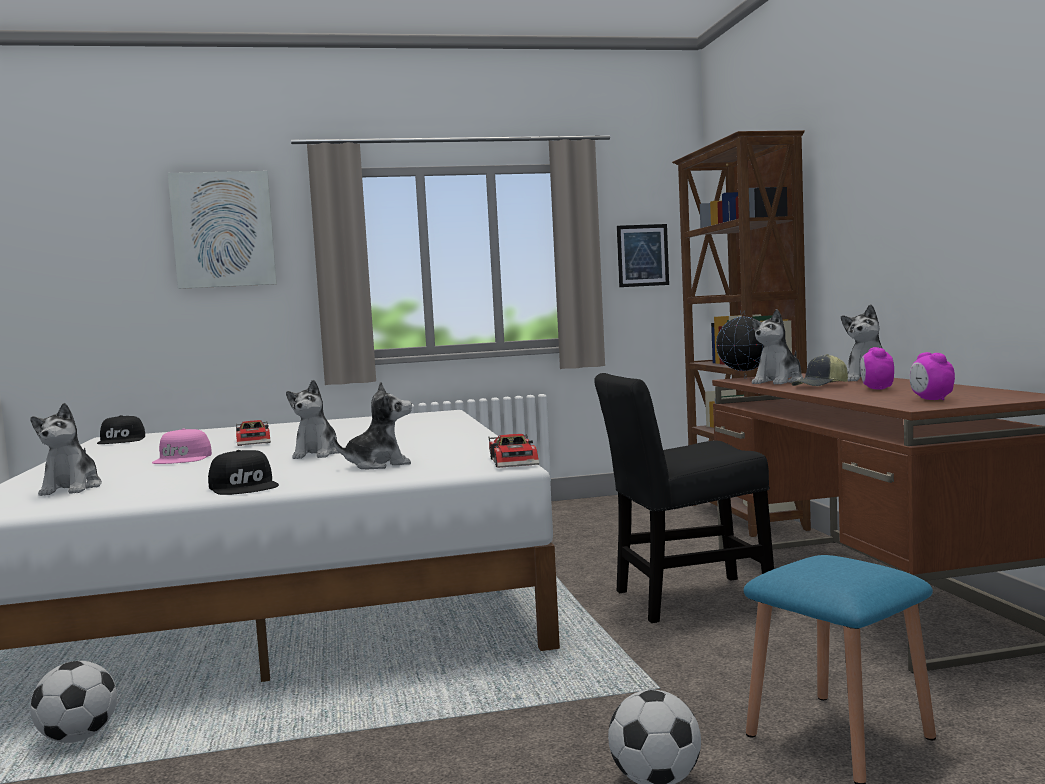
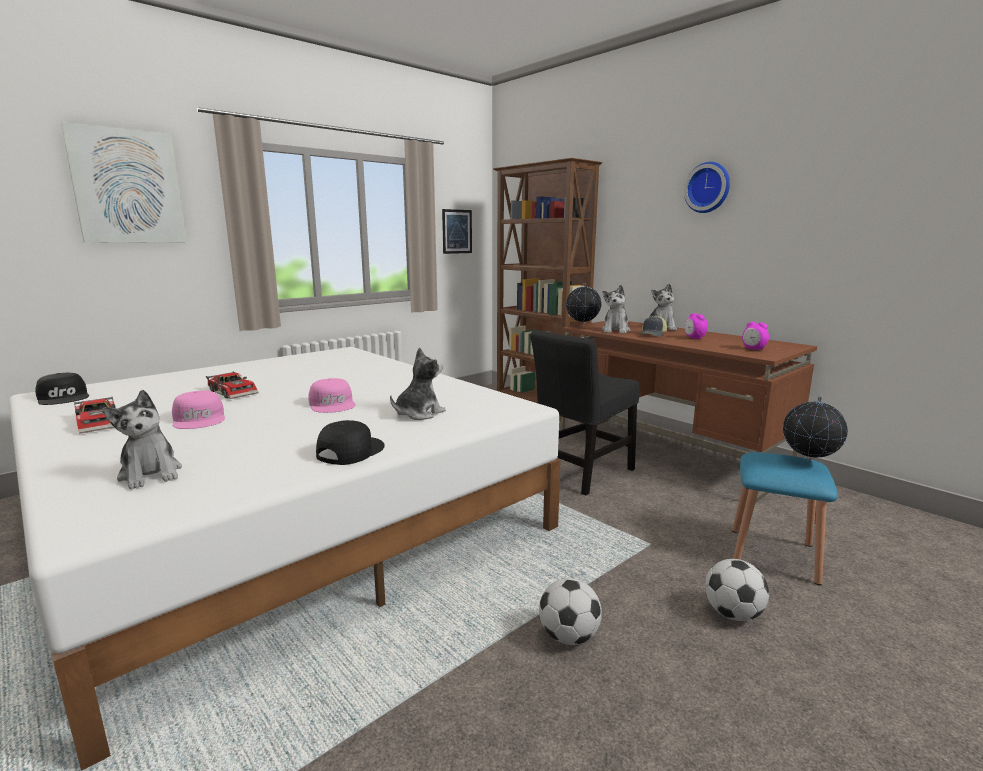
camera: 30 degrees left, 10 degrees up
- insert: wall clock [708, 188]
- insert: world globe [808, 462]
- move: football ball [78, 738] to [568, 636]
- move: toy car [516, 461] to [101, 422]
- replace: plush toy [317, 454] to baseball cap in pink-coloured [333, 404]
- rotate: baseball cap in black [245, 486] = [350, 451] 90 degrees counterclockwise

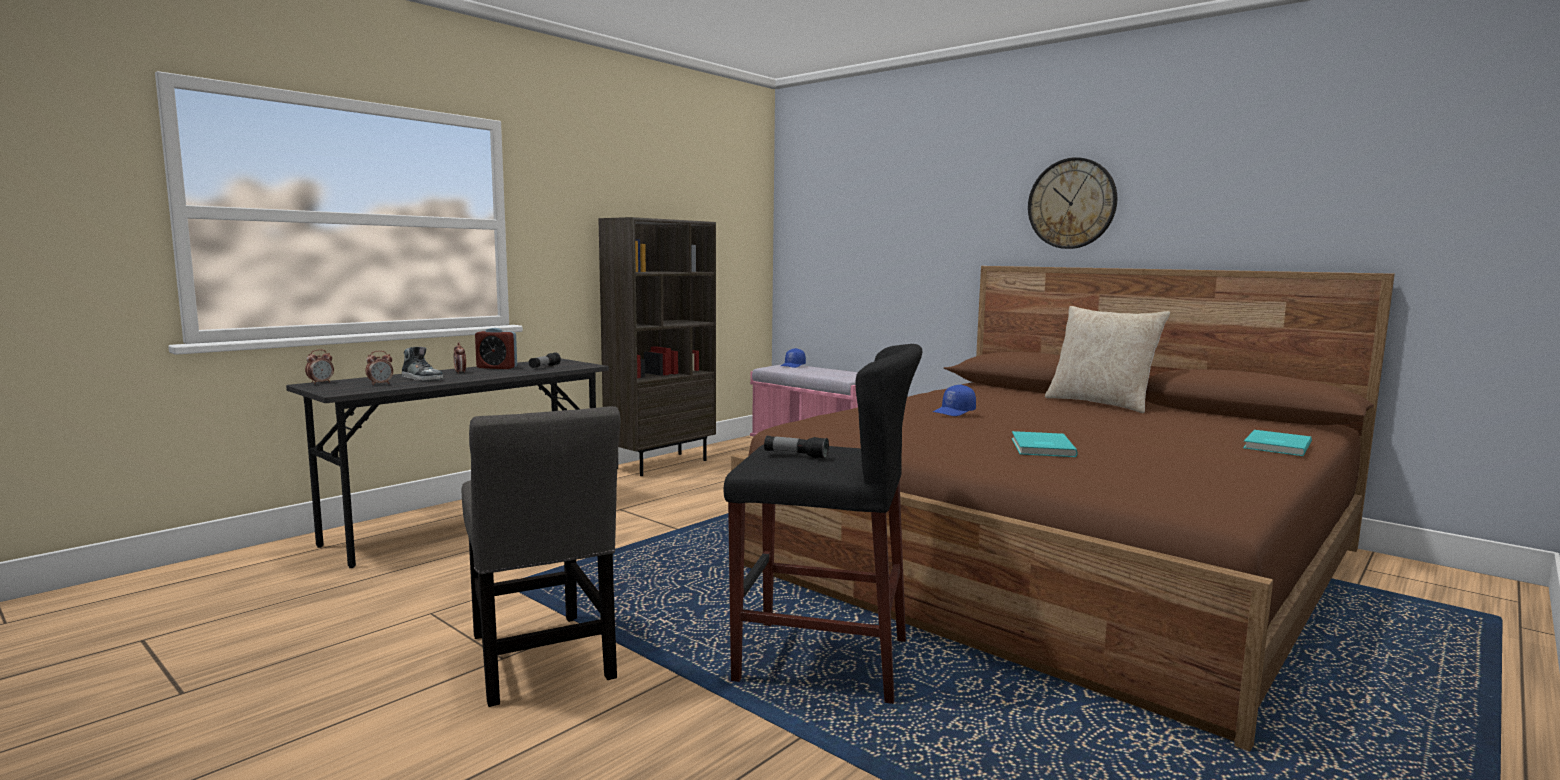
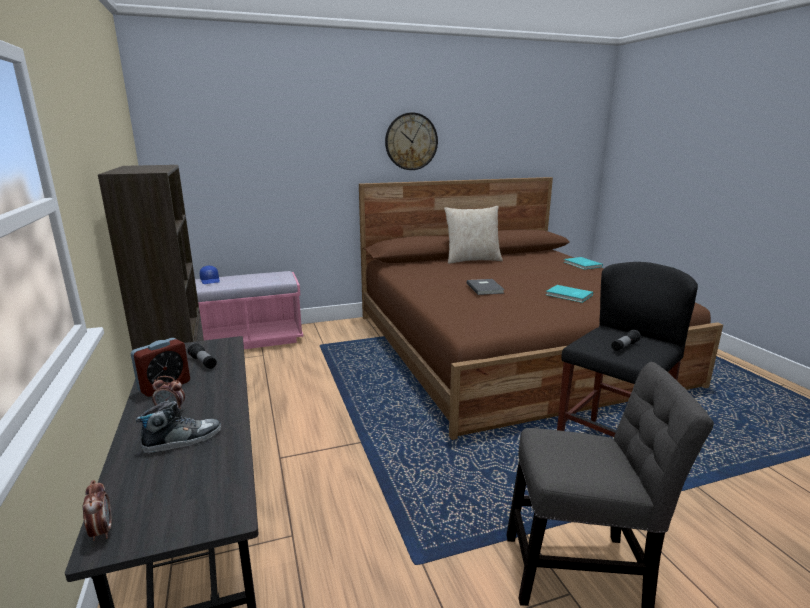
camera: 60 degrees left, 10 degrees up
- delete: bedside clock [380, 384]
- replace: baseball cap in blue-coloured [954, 412] to bound book in greyish [485, 288]

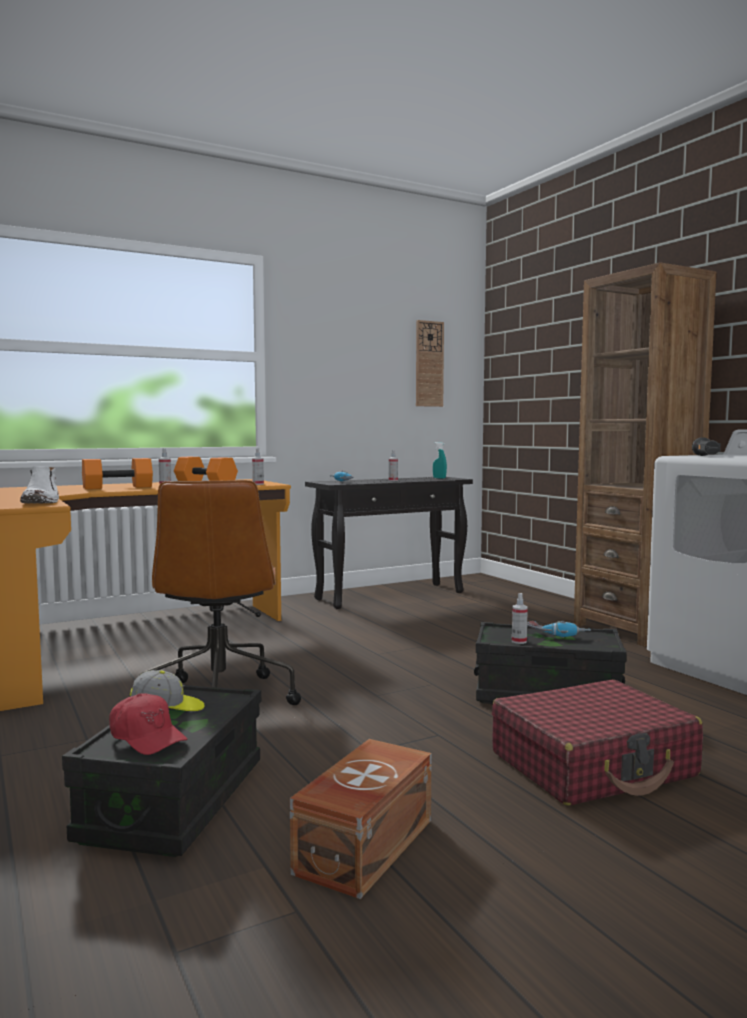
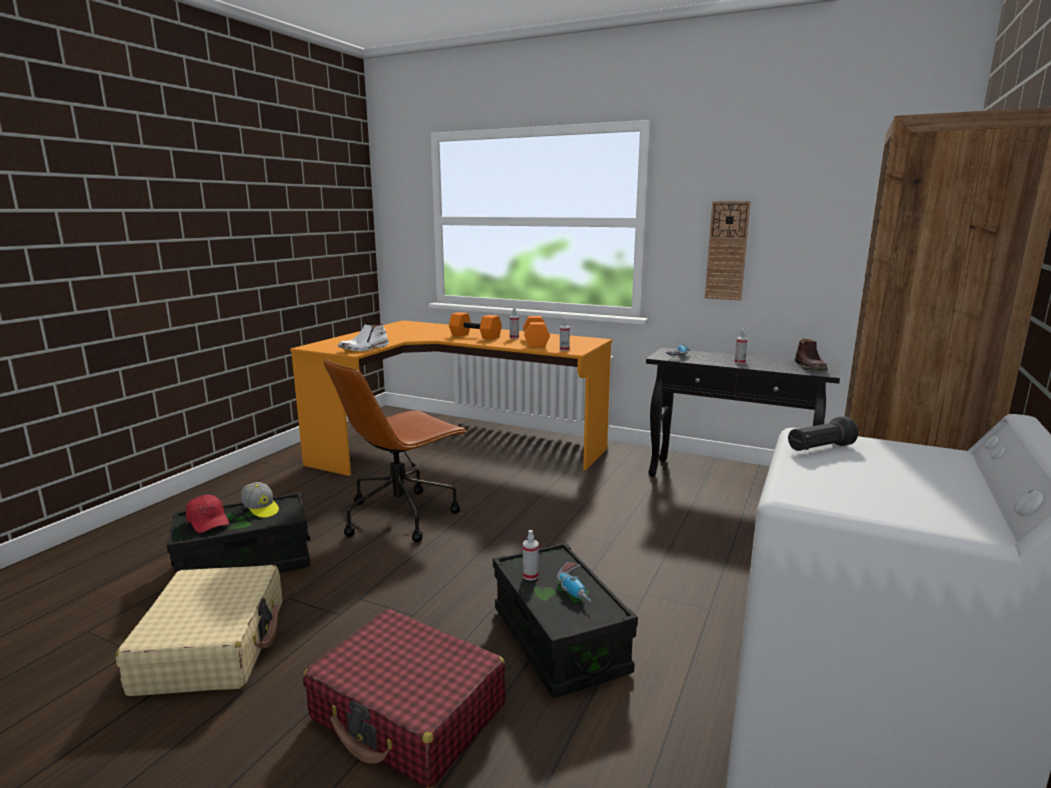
camera: 55 degrees right, 10 degrees up
- move: wall clock [429, 364] to [727, 251]
- replace: storage bin in brown-coloured [362, 846] to suitcase in sand-coloured [213, 645]
- replace: spray bottle in turquoise-coloured [439, 478] to boot in brown-coloured [811, 367]
- rotate: baseball cap in red [147, 737] = [208, 521] 45 degrees counterclockwise

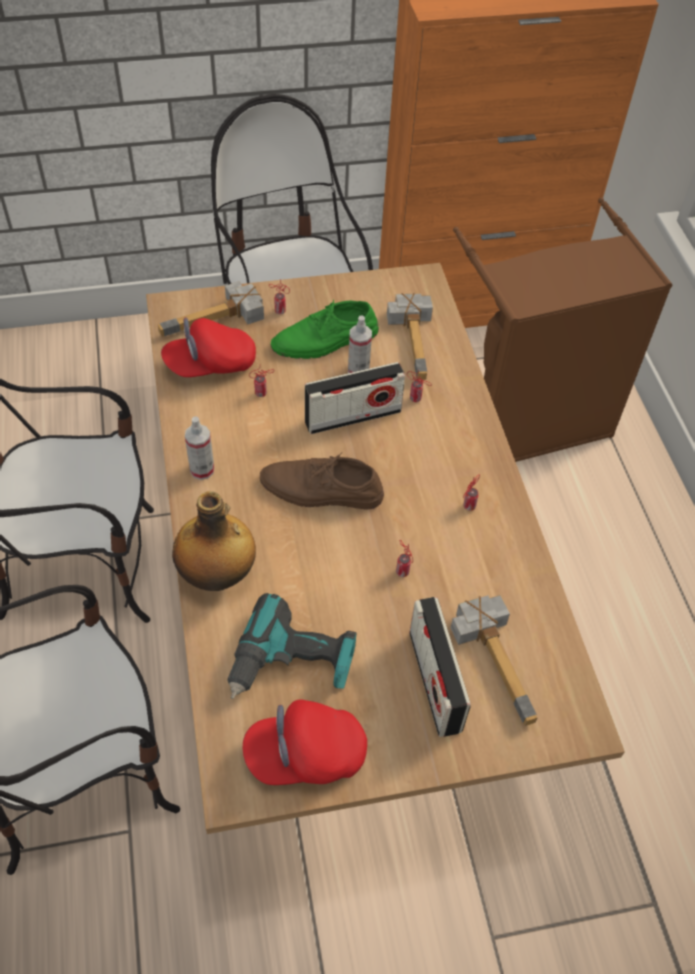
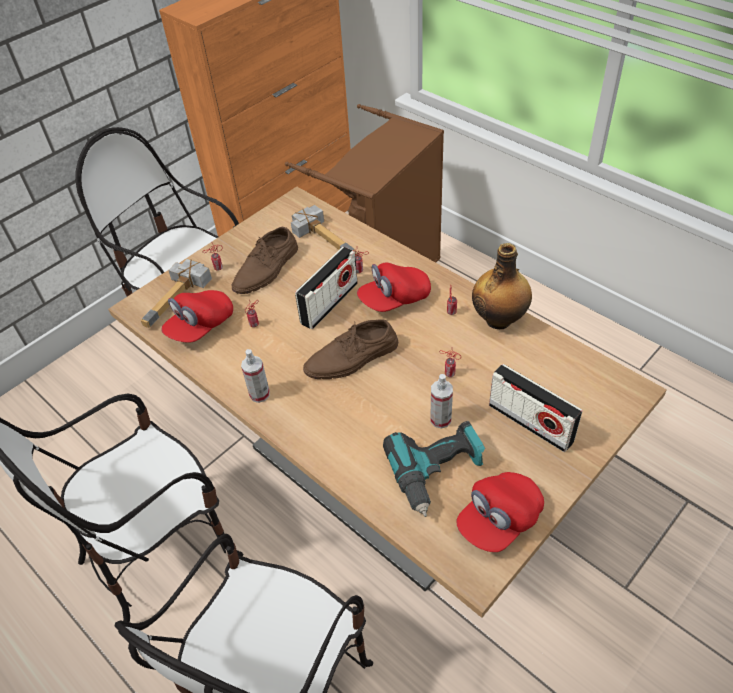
camera: 30 degrees left, 5 degrees down
- delete: tool hammer [503, 659]
- insert: baseball cap in red [394, 299]
- move: drink bottle [218, 576] to [499, 319]
- move: spray bottle [358, 370] to [440, 419]
- recolor: low shoe in green-coloured [325, 340] to low shoe in brown-coloured [267, 269]

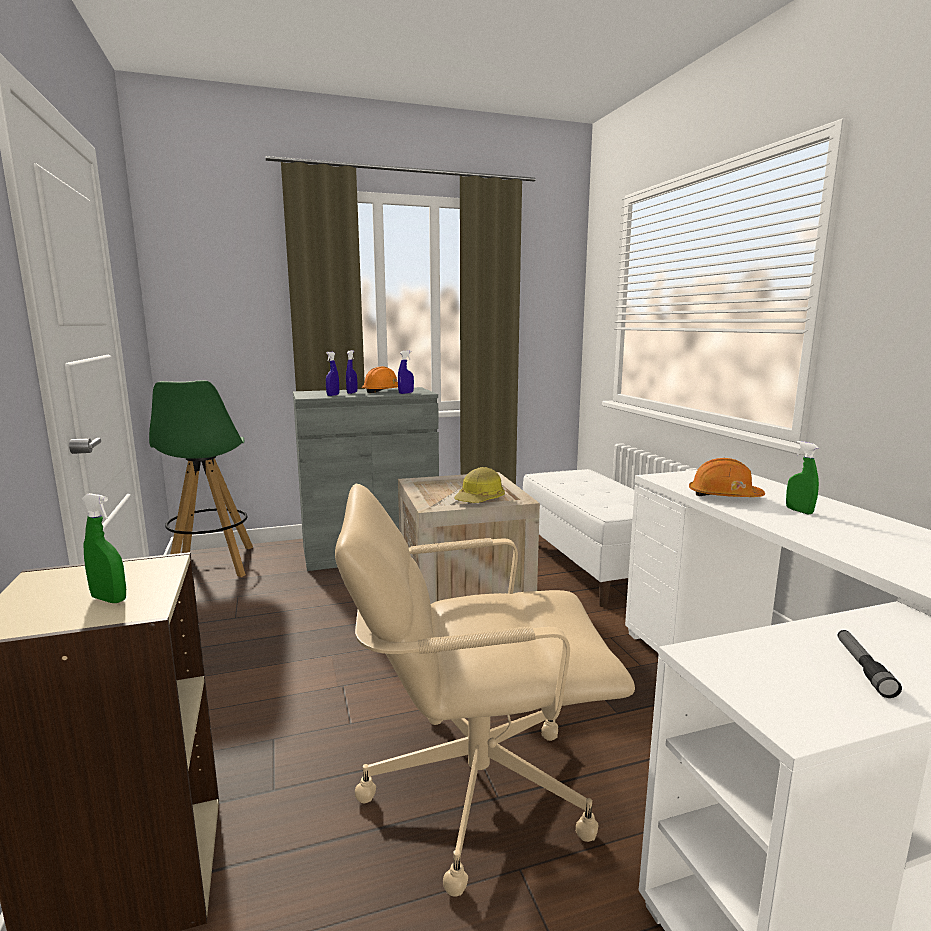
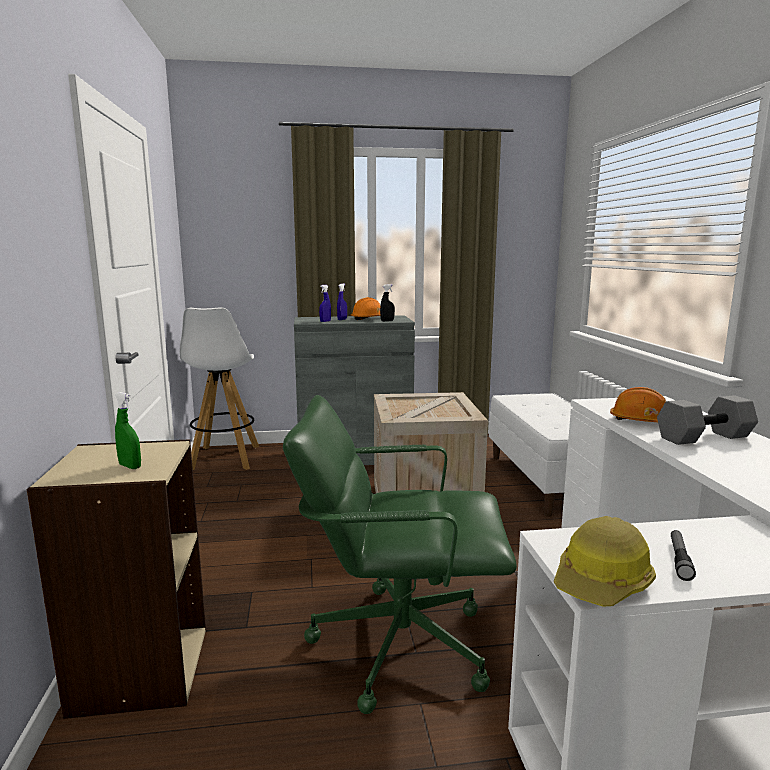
camera: 10 degrees right, 0 degrees up
- move: work helmet [480, 499] to [602, 582]
- replace: spray bottle in green-coloured [799, 511] to hand weight in greyish [704, 437]
- recolor: sitting stool in green-coloured [211, 564] to sitting stool in white [224, 458]
- recolor: computer chair in sand-coloured [474, 787] to computer chair in green-coloured [398, 643]
- recolor: spray bottle in blue-coloured [406, 393] to spray bottle in black [387, 321]

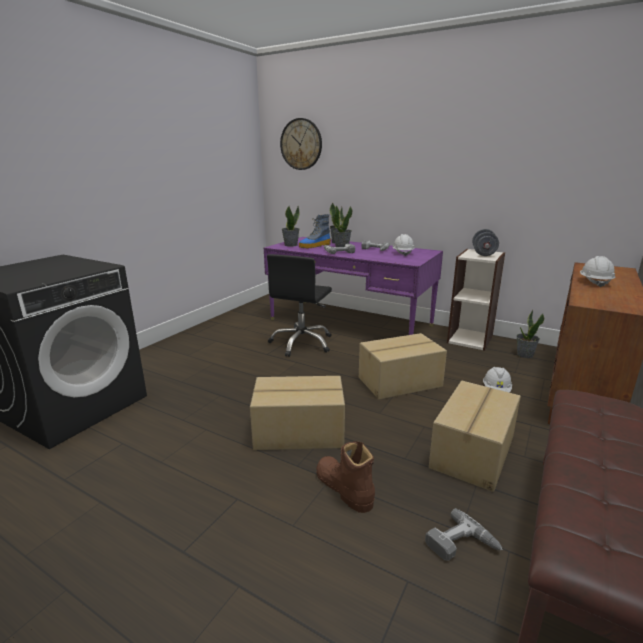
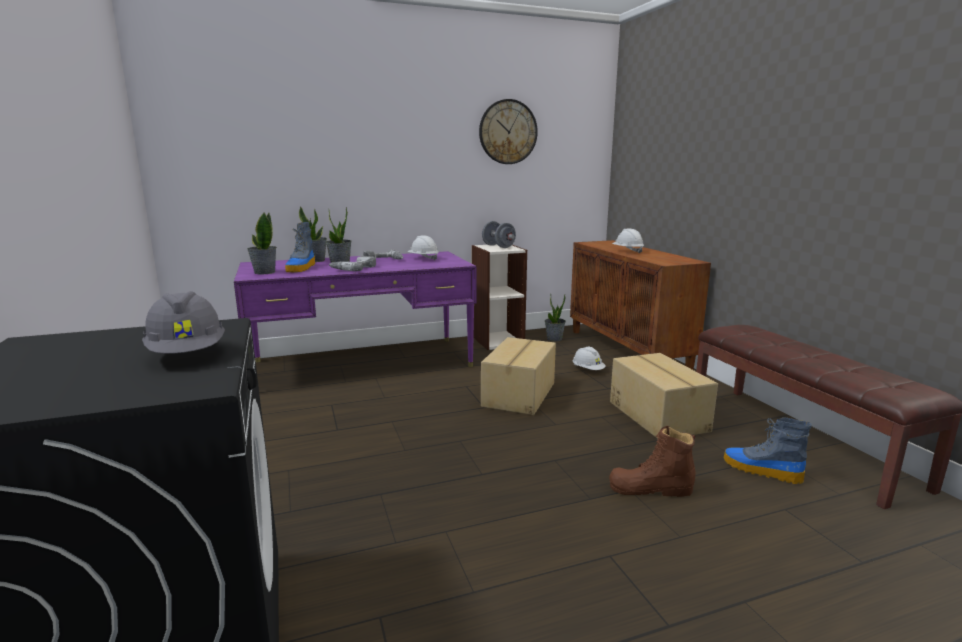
camera: 50 degrees left, 5 degrees down
- delete: carton [299, 432]
- delete: computer chair in black [302, 343]
- insert: work helmet in greyish [188, 354]
- move: wall clock [301, 144] to [508, 132]
- replace: power drill [462, 546] to boot [760, 470]

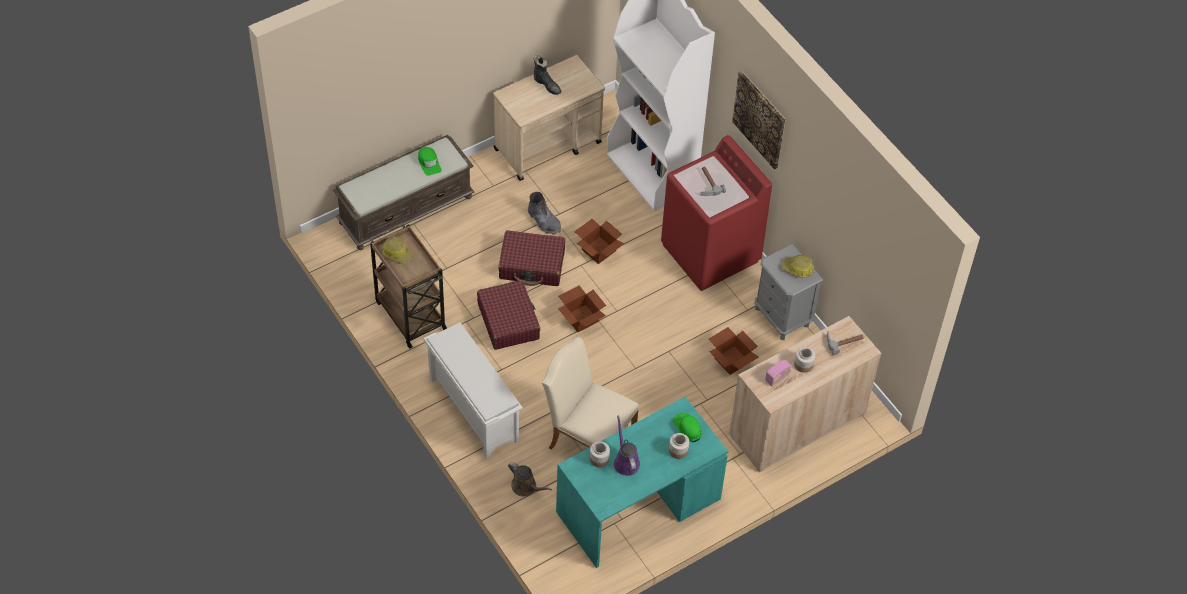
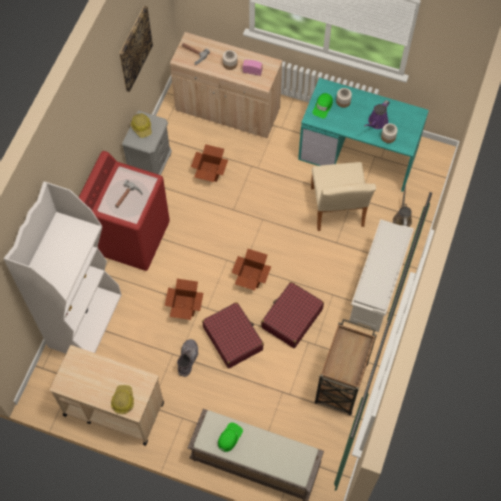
camera: 125 degrees left, 10 degrees up
- delete: boot in black [547, 85]
- move: work helmet [397, 253] to [122, 400]
- move: wall picture [760, 119] to [134, 48]

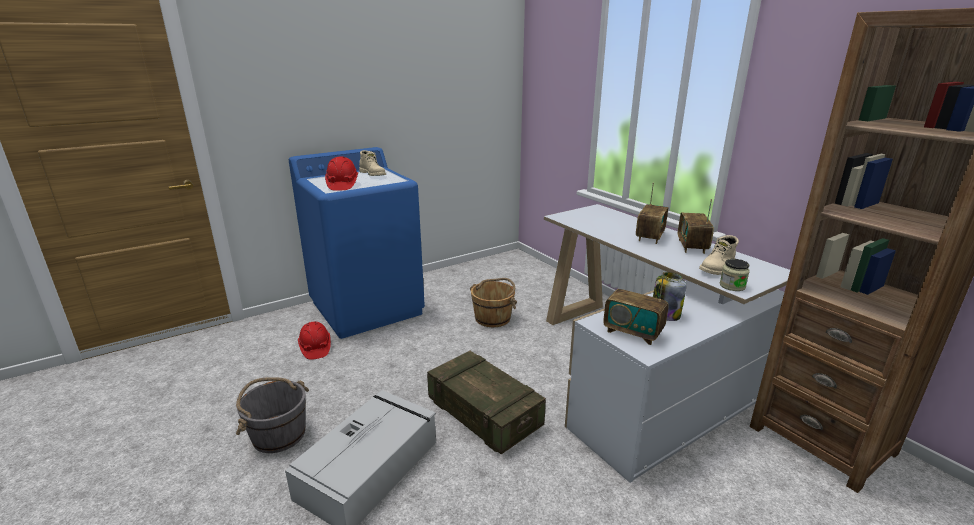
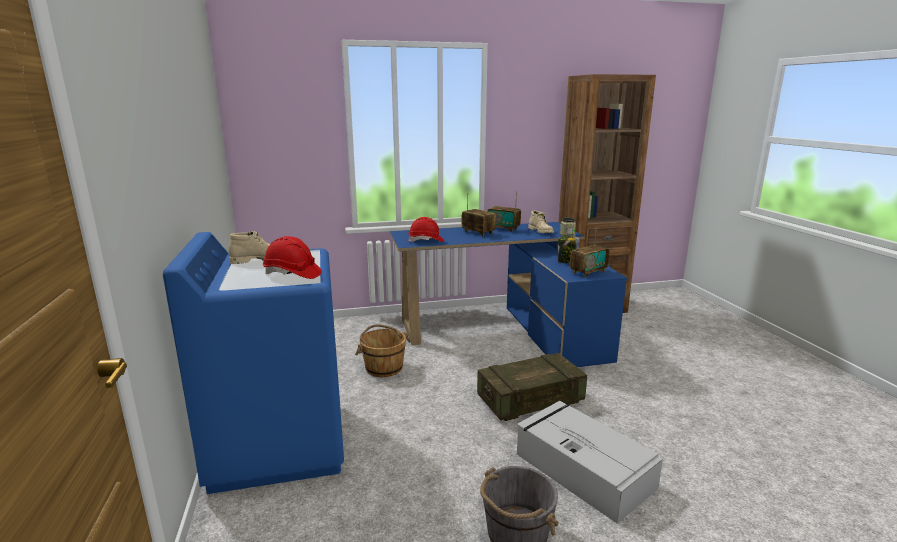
camera: 70 degrees left, 5 degrees down
- move: work helmet in red [315, 348] to [426, 241]
- recolor: desk in white [639, 372] to desk in blue-coloured [506, 330]

